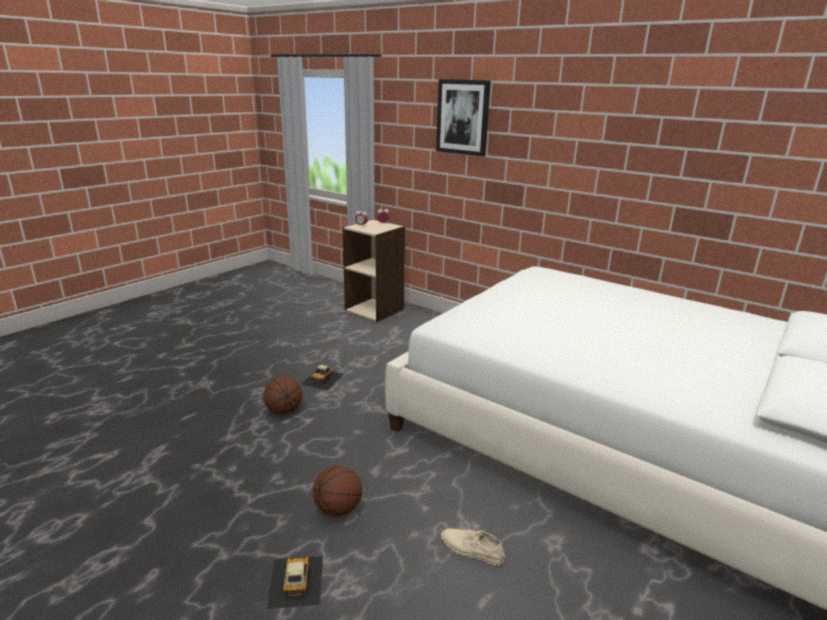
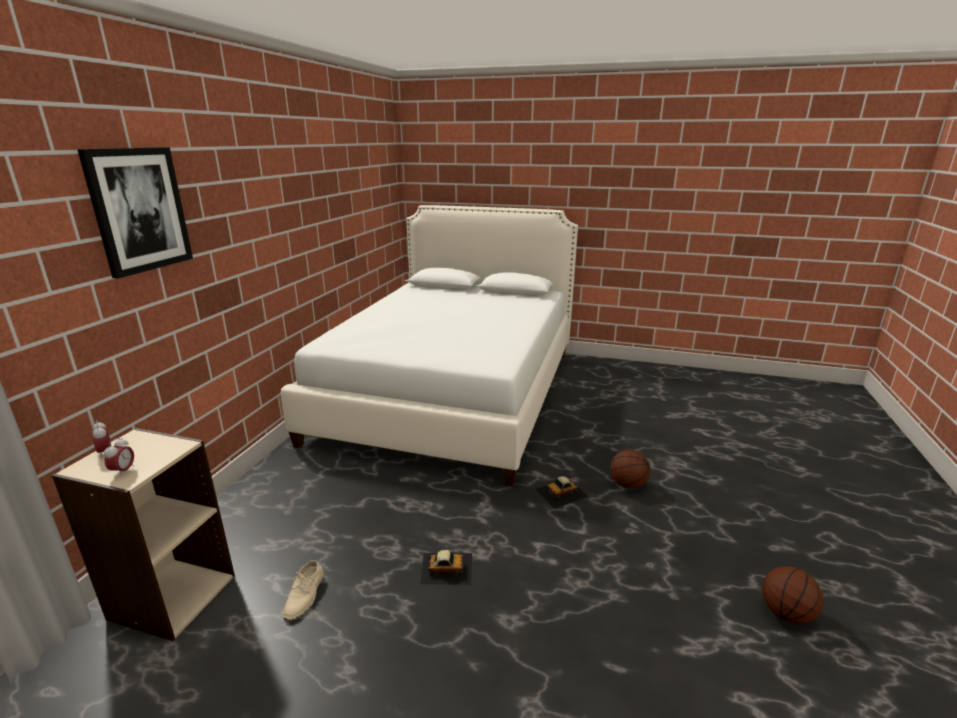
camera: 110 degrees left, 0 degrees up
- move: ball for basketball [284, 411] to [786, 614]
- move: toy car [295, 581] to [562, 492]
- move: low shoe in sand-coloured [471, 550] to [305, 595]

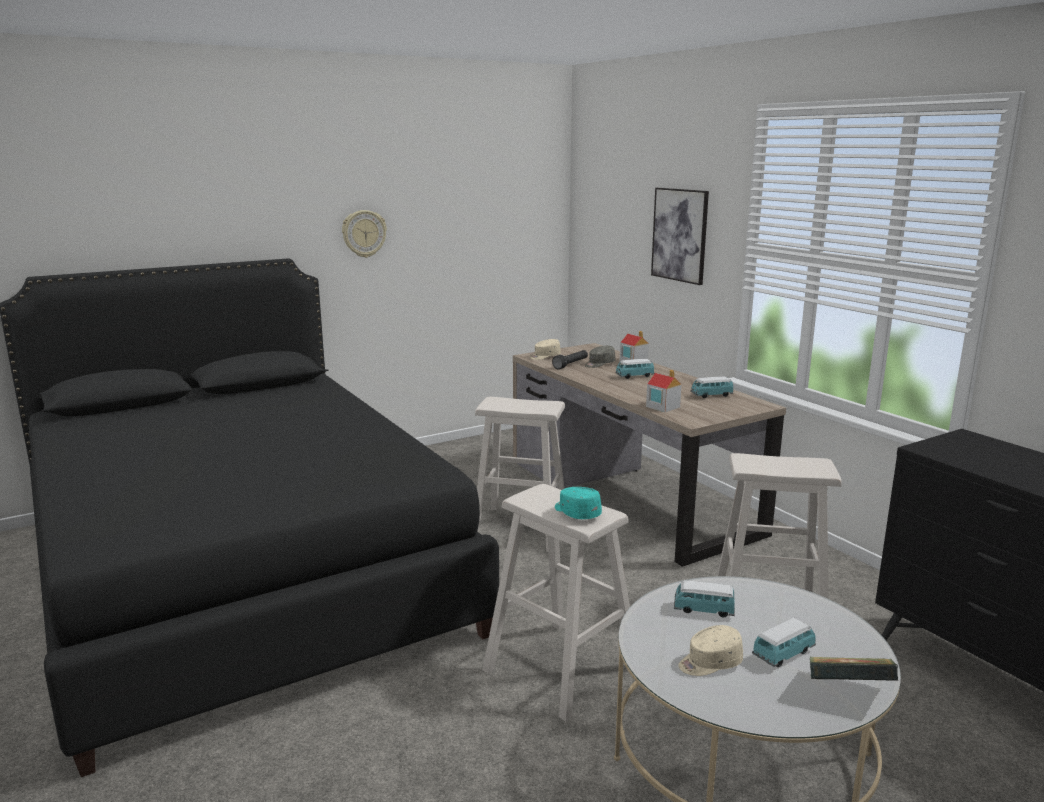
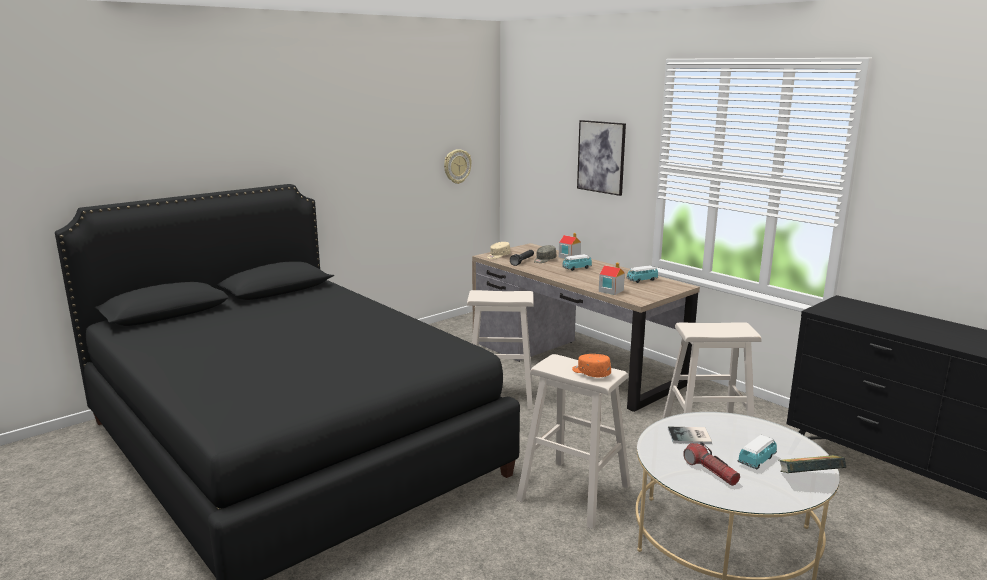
camera: 10 degrees left, 0 degrees up
- move: wall clock [364, 233] to [457, 166]
- replace: toy car [703, 610] to bound book [690, 436]
- replace: baseball cap in sand-coloured [709, 663] to torch [710, 471]
- recolor: baseball cap in turquoise-coloured [576, 512] to baseball cap in orange-coloured [590, 373]

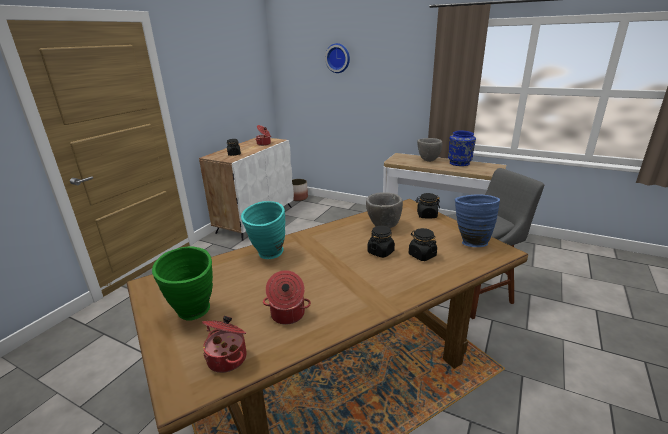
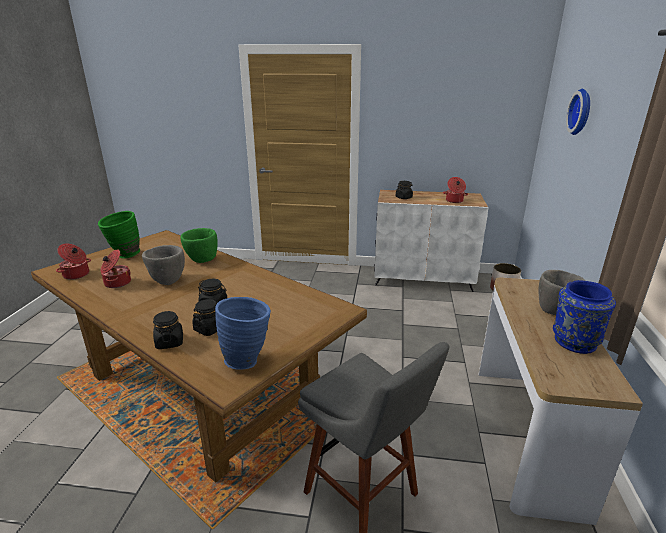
camera: 70 degrees right, 0 degrees up
- move: bowl in greyish [383, 226] to [167, 280]
- move: jar in black [426, 215] to [169, 342]
- replace: vase in turquoise-coloured [268, 256] to bowl in green-coloured [202, 260]

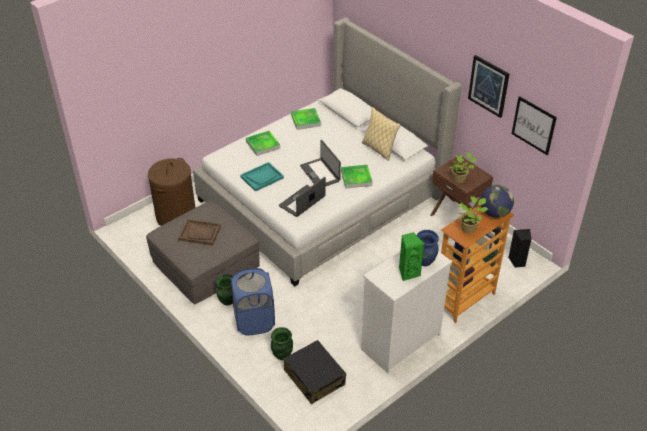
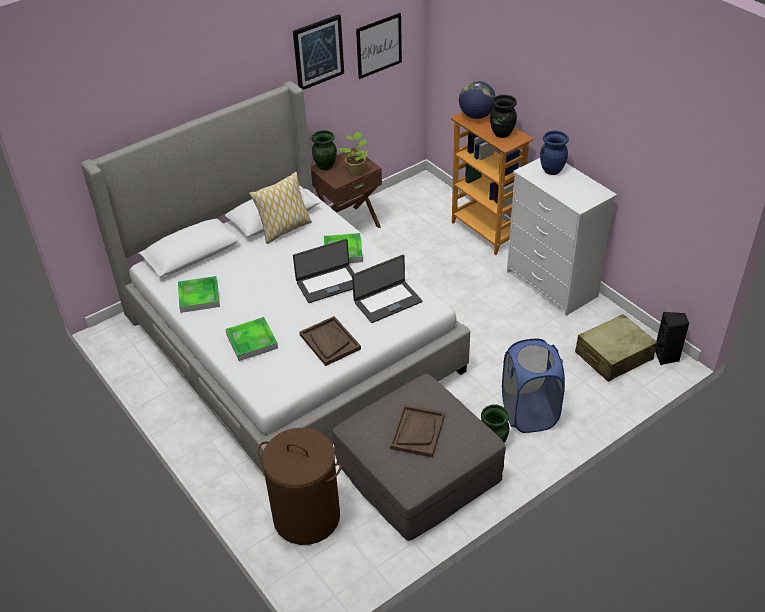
camera: 85 degrees left, 0 degrees up
- delete: loudspeaker in green-coloured [408, 272]
- move: vase in green-coloured [282, 355] to [325, 166]
- move: loudspeaker in black [517, 261] to [667, 357]
- replace: plant in a pot [469, 228] to vase in black [502, 133]
- recolor: tray in turquoise-coloured [262, 177] to tray in brown-coloured [329, 342]
- recolor: suitcase in black [314, 377] to suitcase in sand-coloured [613, 356]
- rotate: notebook computer [302, 202] = [387, 301] 75 degrees counterclockwise

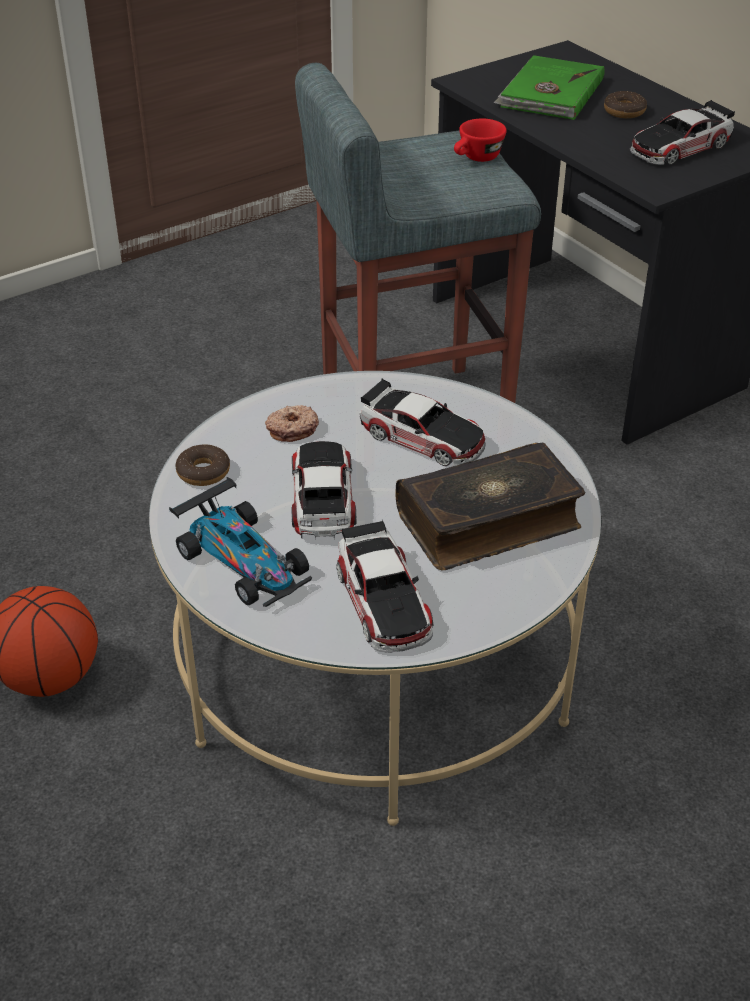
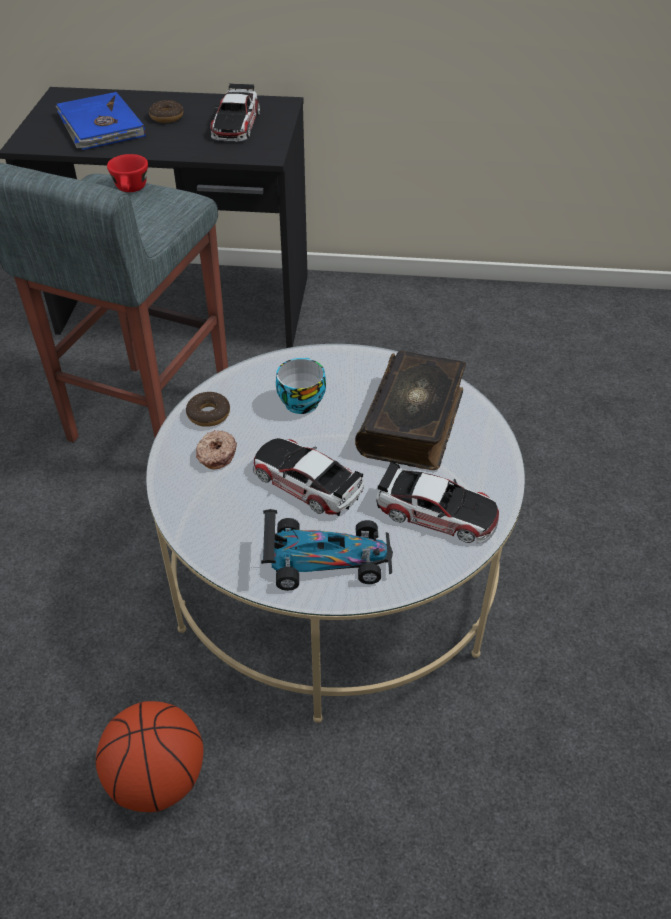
camera: 50 degrees left, 5 degrees up
- move: ring doughnut [203, 472] to [208, 414]
- replace: toy car [422, 437] to small cup [300, 400]
- recolor: bound book in green-coloured [549, 93] to bound book in blue-coloured [100, 126]

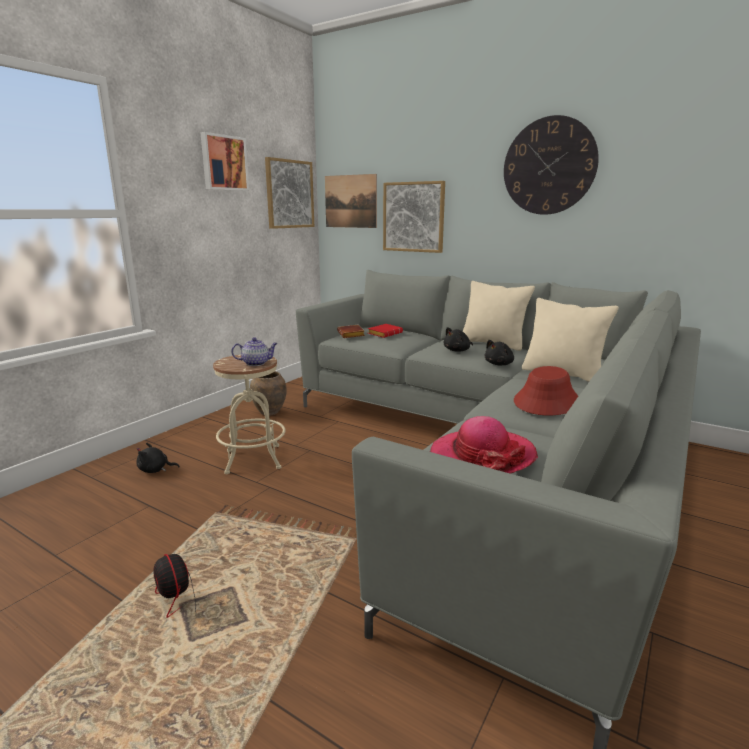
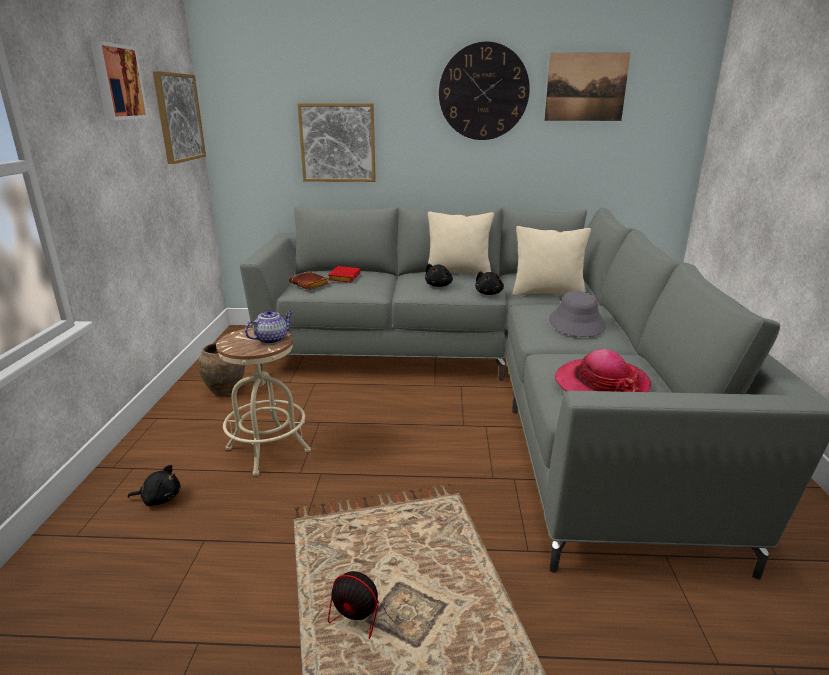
camera: 30 degrees left, 5 degrees up
- move: wall picture [350, 201] to [586, 87]
- recolor: hat in red [546, 402] to hat in greyish [577, 323]
- rotate: plush toy in black [155, 470] = [159, 498] 150 degrees counterclockwise

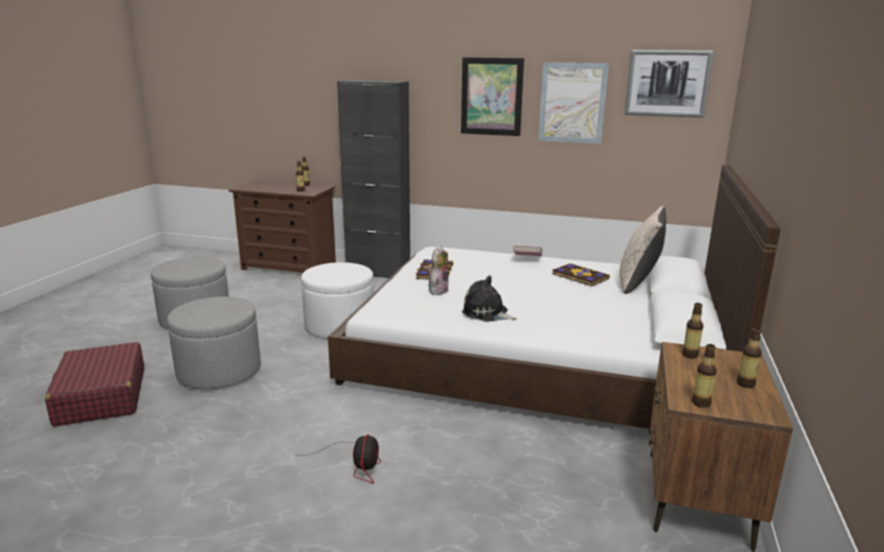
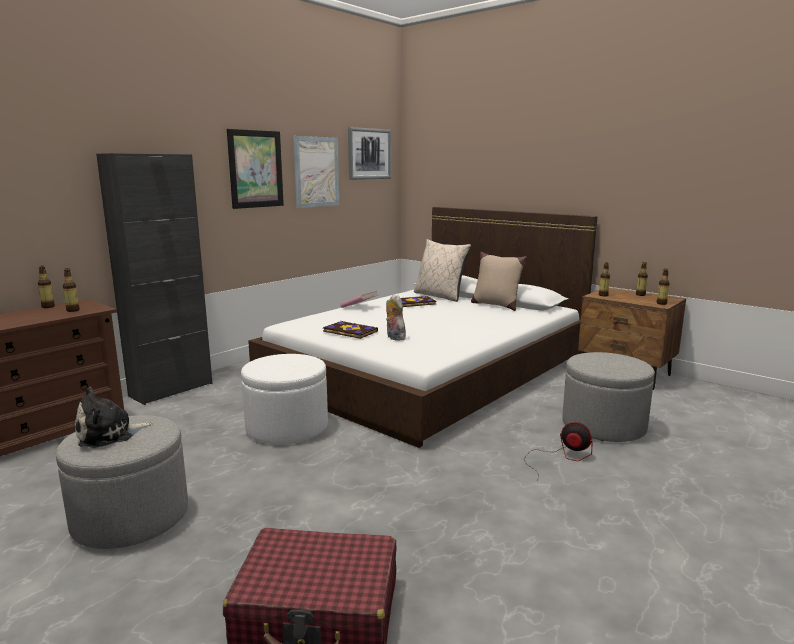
camera: 65 degrees left, 5 degrees down
- insert: throw pillow in sand-coloured [495, 305]
- move: footrest in greyish [219, 371] to [603, 426]
- move: plush toy [487, 313] to [109, 434]

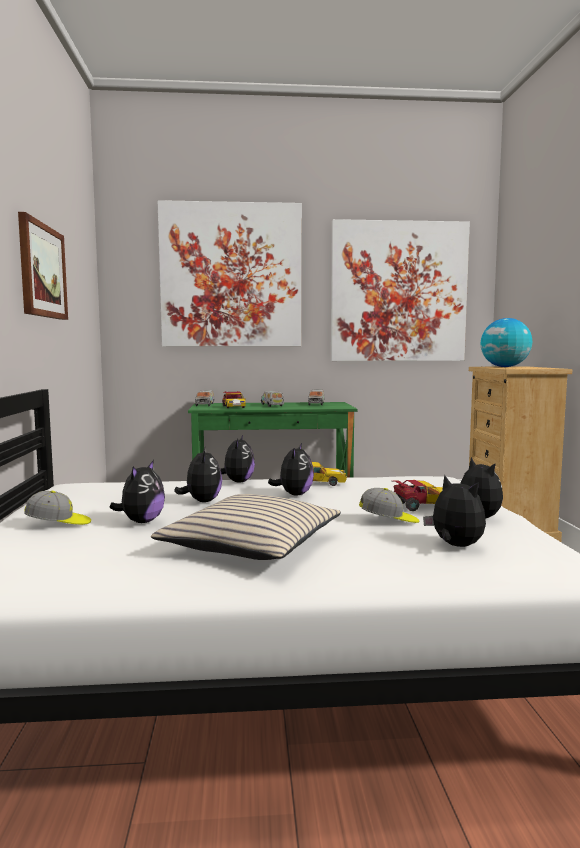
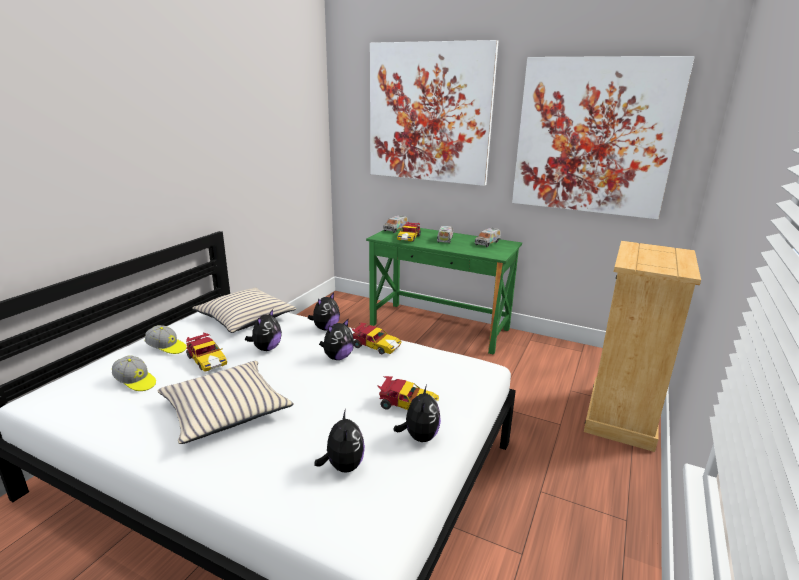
camera: 30 degrees right, 15 degrees up
- delete: wall picture [42, 271]
- delete: world globe [505, 367]
- insert: throw pillow in sand-coloured [245, 318]
- move: baseball cap [388, 520] to [135, 382]
- replace: plush toy [141, 521] to toy car [207, 360]

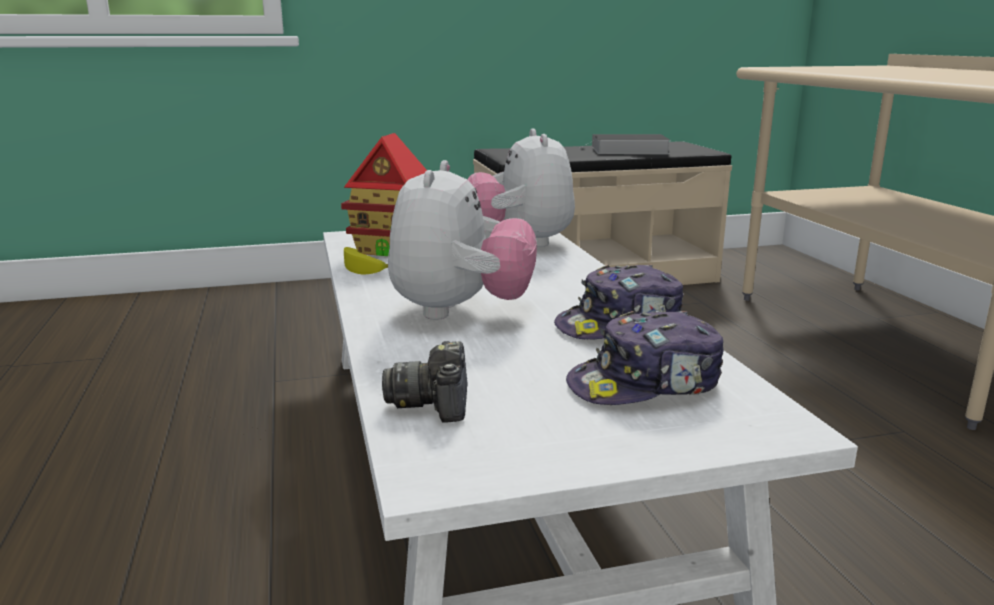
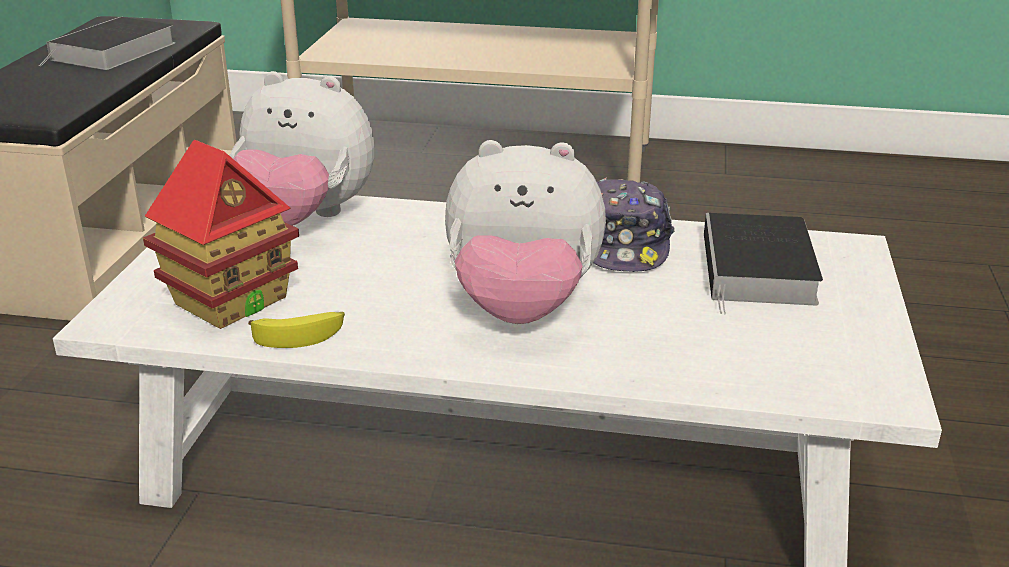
camera: 65 degrees left, 10 degrees up
- delete: photo camera [434, 403]
- replace: baseball cap [646, 384] to bound book [759, 270]
- rotate: plush toy [460, 311] = [522, 308] 150 degrees clockwise

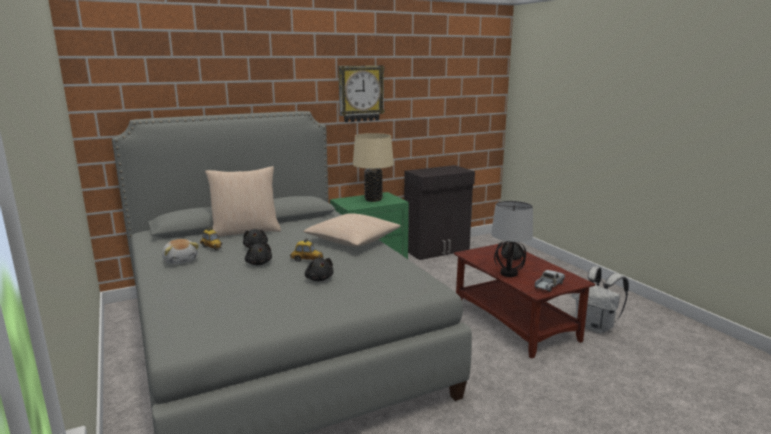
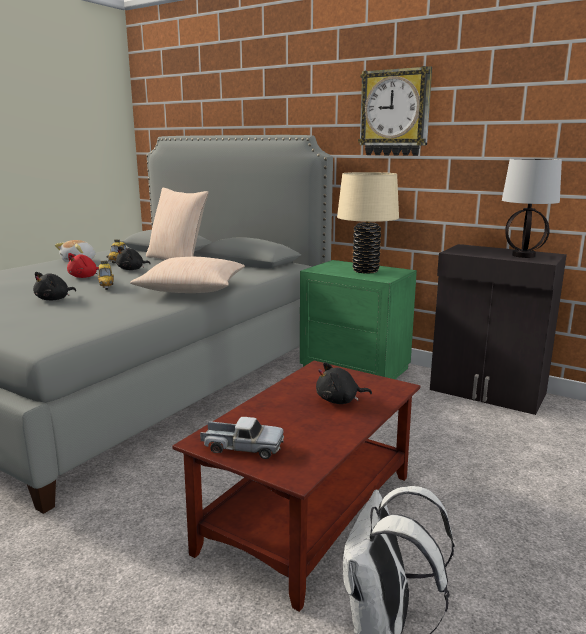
camera: 60 degrees right, 0 degrees up
- move: table lamp [508, 273] to [523, 255]
- recolor: plush toy in black [259, 263] to plush toy in red [85, 277]

